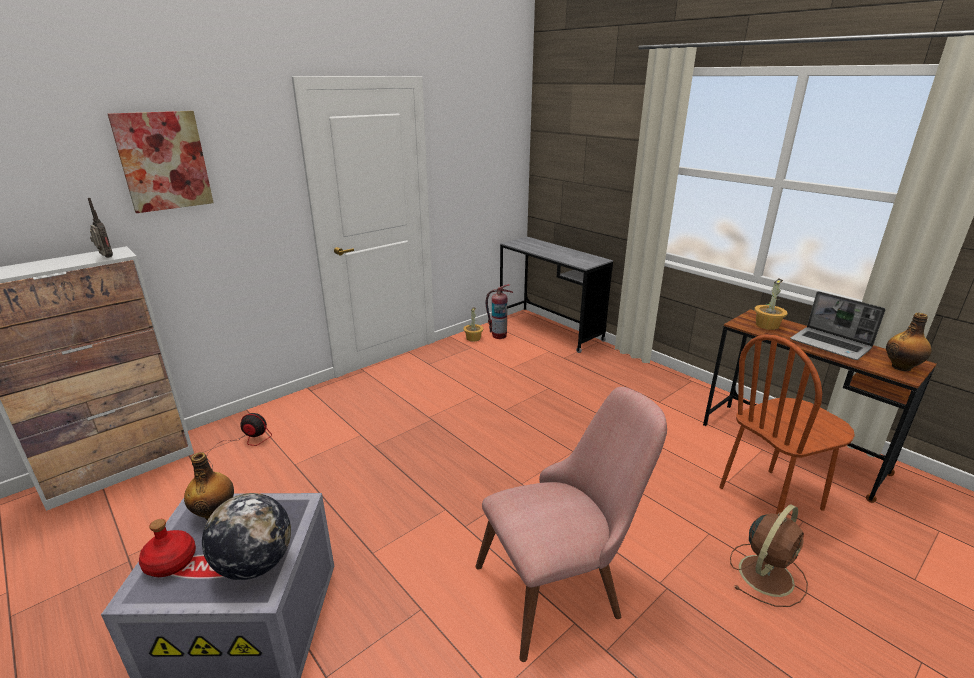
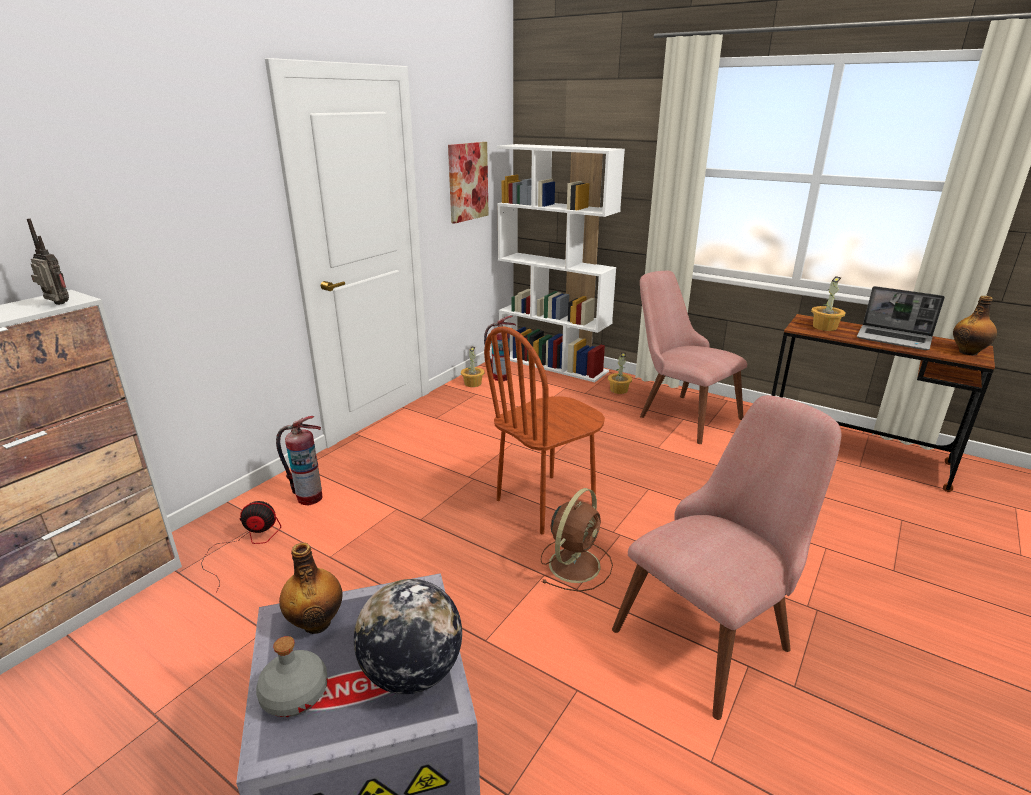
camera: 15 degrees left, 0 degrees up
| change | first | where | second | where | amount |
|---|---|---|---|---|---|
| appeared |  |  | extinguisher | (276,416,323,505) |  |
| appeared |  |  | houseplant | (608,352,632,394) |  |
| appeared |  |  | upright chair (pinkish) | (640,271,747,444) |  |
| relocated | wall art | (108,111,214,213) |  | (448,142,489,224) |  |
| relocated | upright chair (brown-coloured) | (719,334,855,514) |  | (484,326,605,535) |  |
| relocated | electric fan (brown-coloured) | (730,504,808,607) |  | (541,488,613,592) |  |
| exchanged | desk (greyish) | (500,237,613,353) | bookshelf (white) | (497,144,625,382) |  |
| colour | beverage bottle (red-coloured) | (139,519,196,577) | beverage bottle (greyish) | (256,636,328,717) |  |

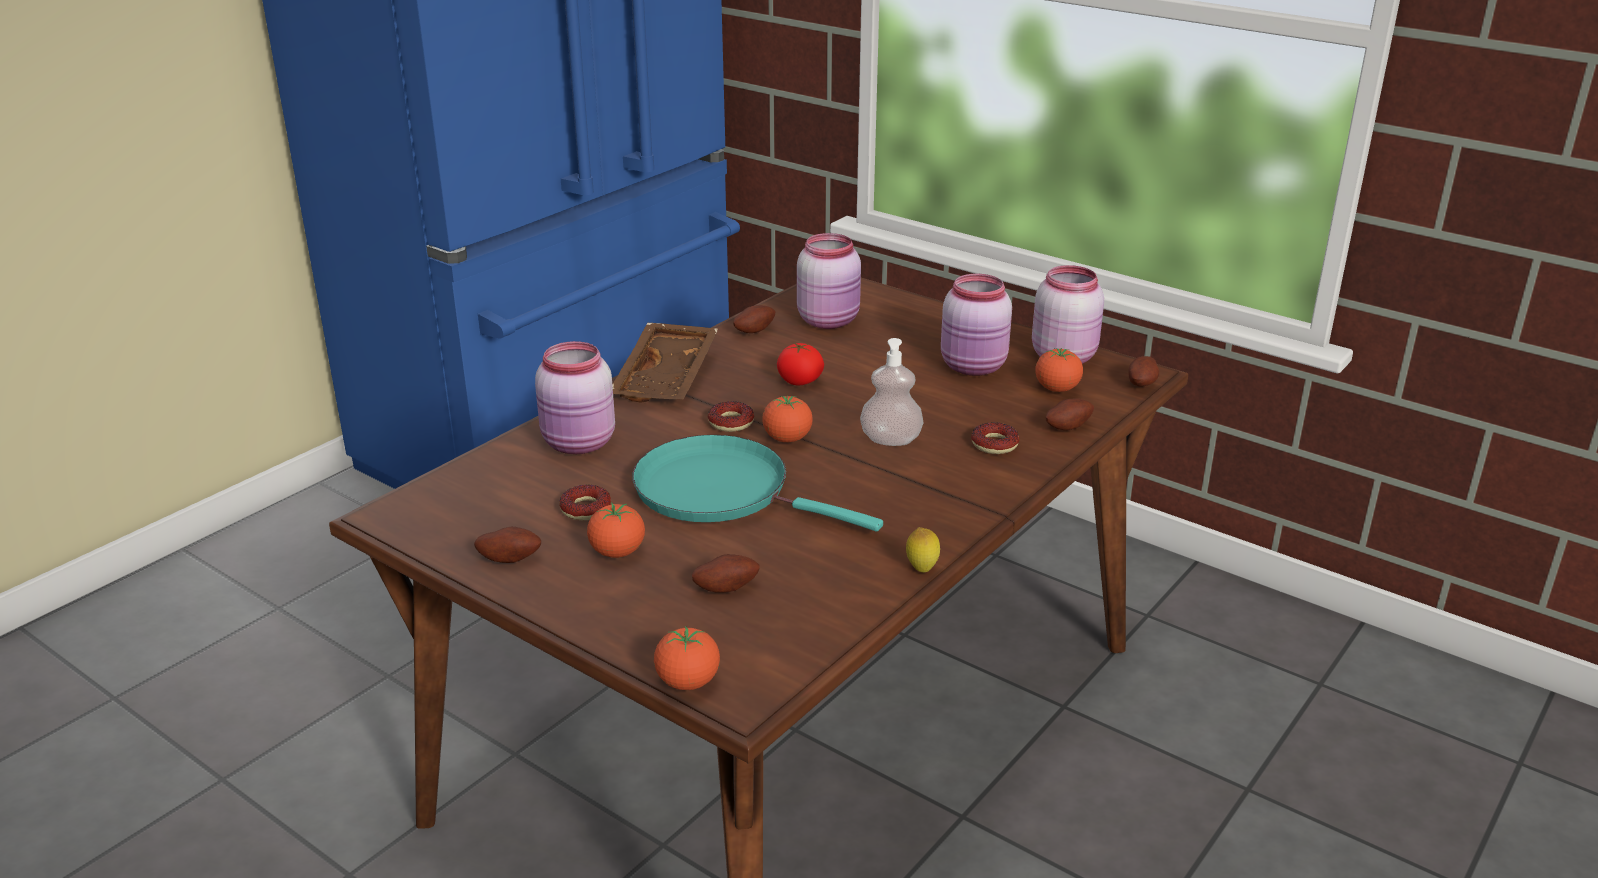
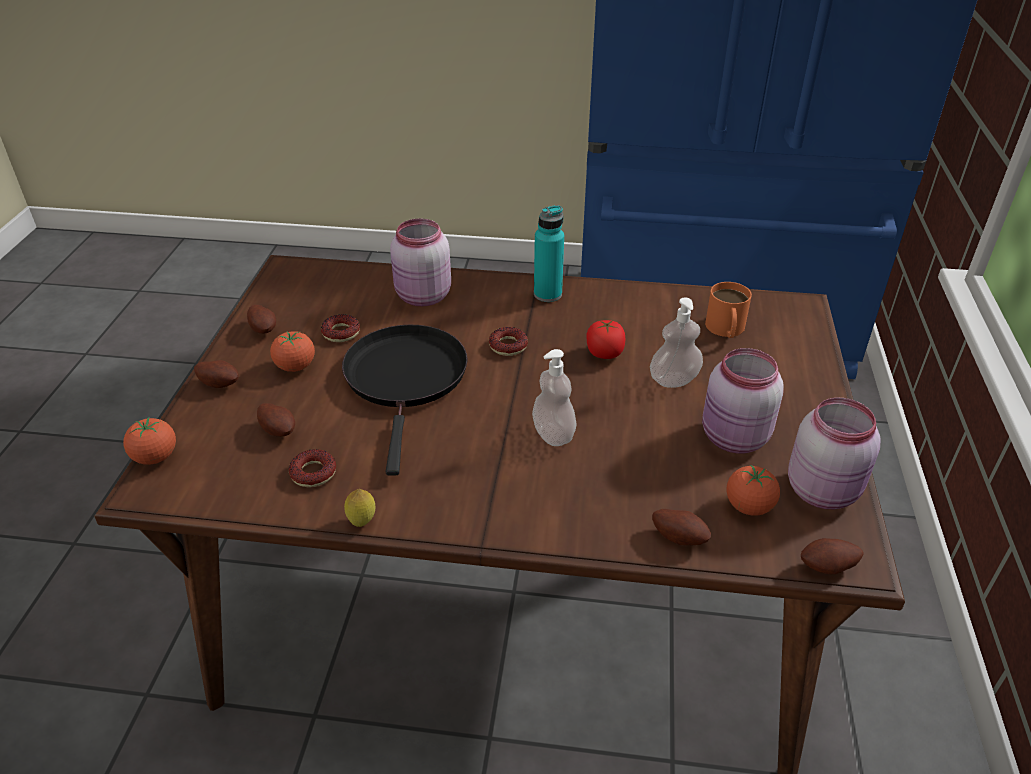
camera: 60 degrees right, 10 degrees up
| change | first | where | second | where | amount |
|---|---|---|---|---|---|
| missing | fresh tomato | (762,396,813,442) |  |  |  |
| appeared |  |  | soap dispenser | (650,298,703,388) |  |
| relocated | spud | (733,305,775,333) |  | (194,360,239,388) |  |
| relocated | donut | (971,422,1019,454) |  | (289,449,336,487) |  |
| exchanged | carrying tray (brown-coloured) | (612,323,719,402) | beverage bottle (blue-green) | (534,205,564,302) |  |
| exchanged | preserve jar (pinkish) | (797,233,861,329) | mug (orange-coloured) | (705,282,752,338) |  |
| colour | pan (blue-green) | (632,435,883,532) | pan (blackish) | (342,325,468,476) |  |

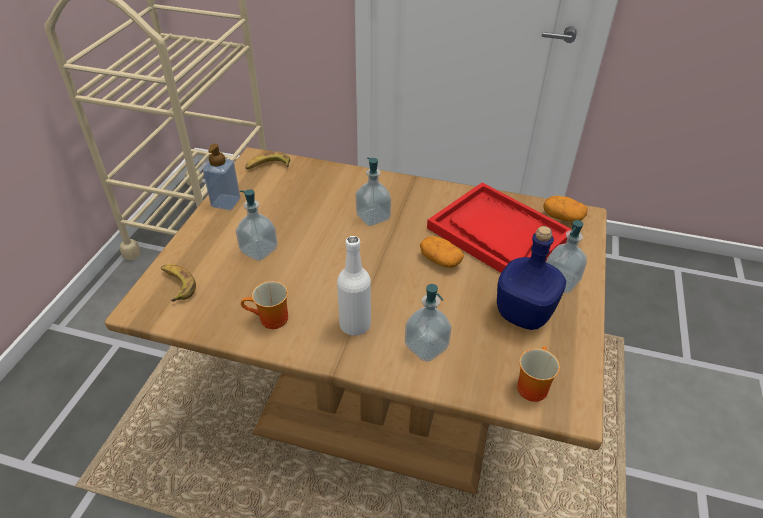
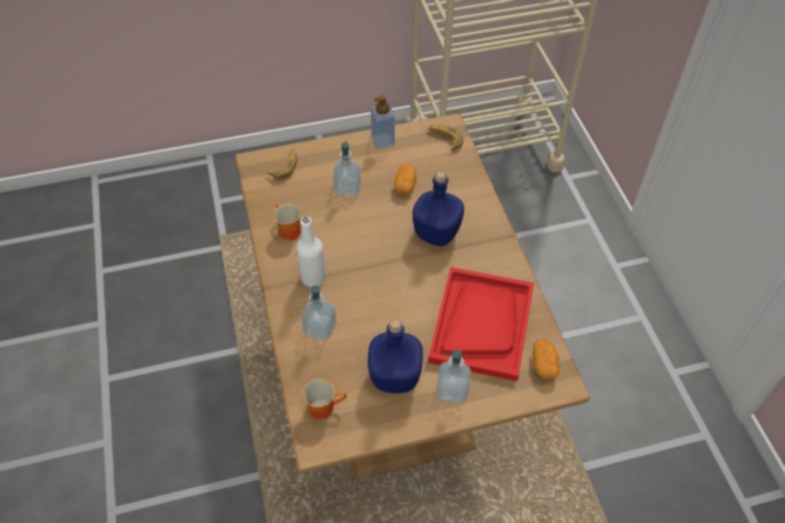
camera: 60 degrees right, 10 degrees up
| change | first | where | second | where | amount |
|---|---|---|---|---|---|
| relocated | spud | (420,236,464,268) |  | (394,164,416,194) |  |
| exchanged | soap dispenser | (356,157,391,226) | beverage bottle (blue-coloured) | (412,171,464,246) |  |

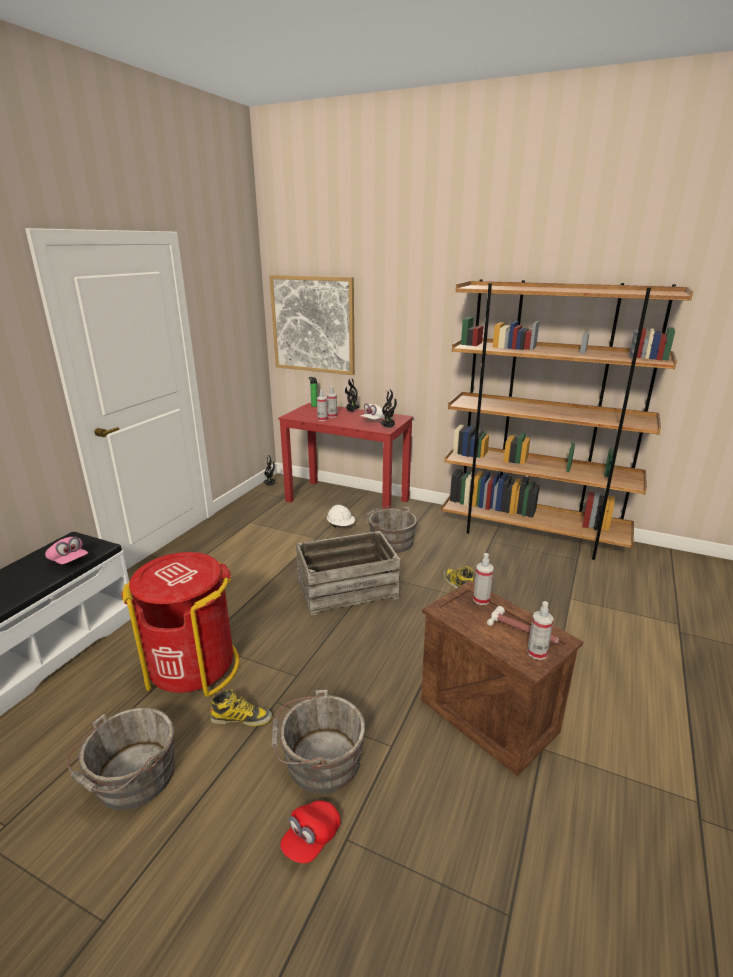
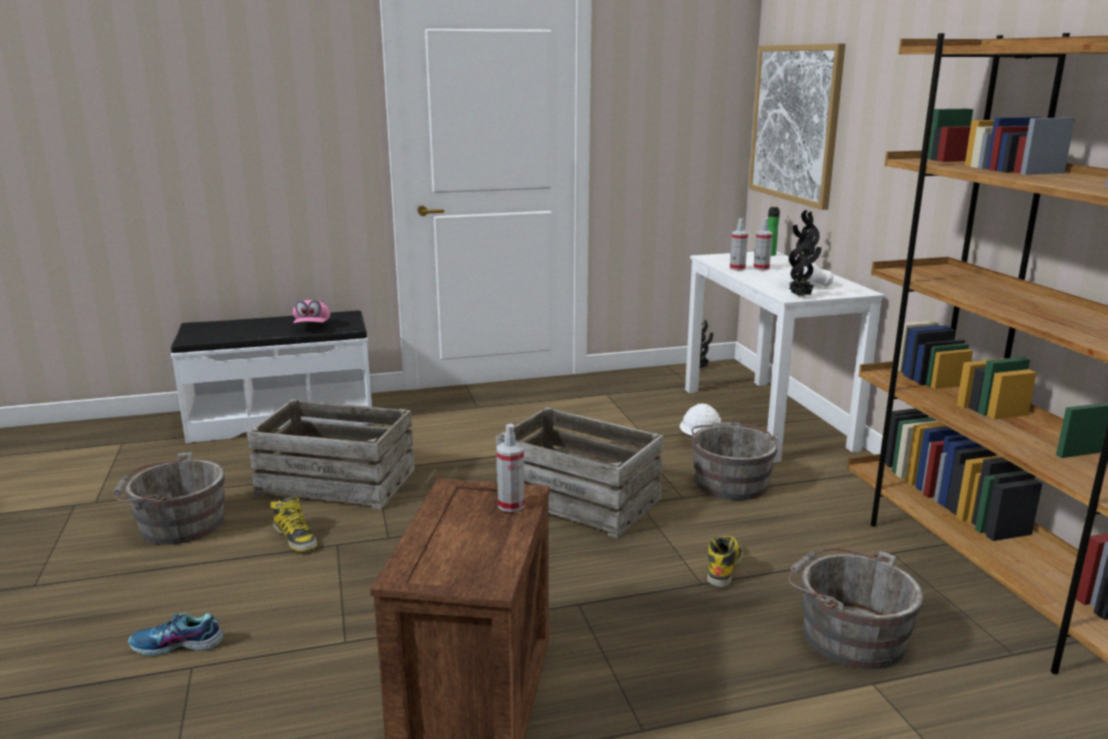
camera: 50 degrees right, 5 degrees down
| change | first | where | second | where | amount |
|---|---|---|---|---|---|
| missing | tool hammer | (487,606,559,644) |  |  |  |
| missing | spray bottle | (527,601,554,660) |  |  |  |
| relocated | bucket (greyish) | (271,690,366,794) |  | (789,548,924,669) |  |
| exchanged | trash can (red-coloured) | (122,552,240,697) | shipping crate | (247,399,415,510) |  |
| exchanged | peaked cap (red-coloured) | (280,801,340,863) | low shoe | (128,613,224,656) |  |
| colour | desk (red-coloured) | (278,403,414,509) | desk (white) | (685,251,885,462) |  |

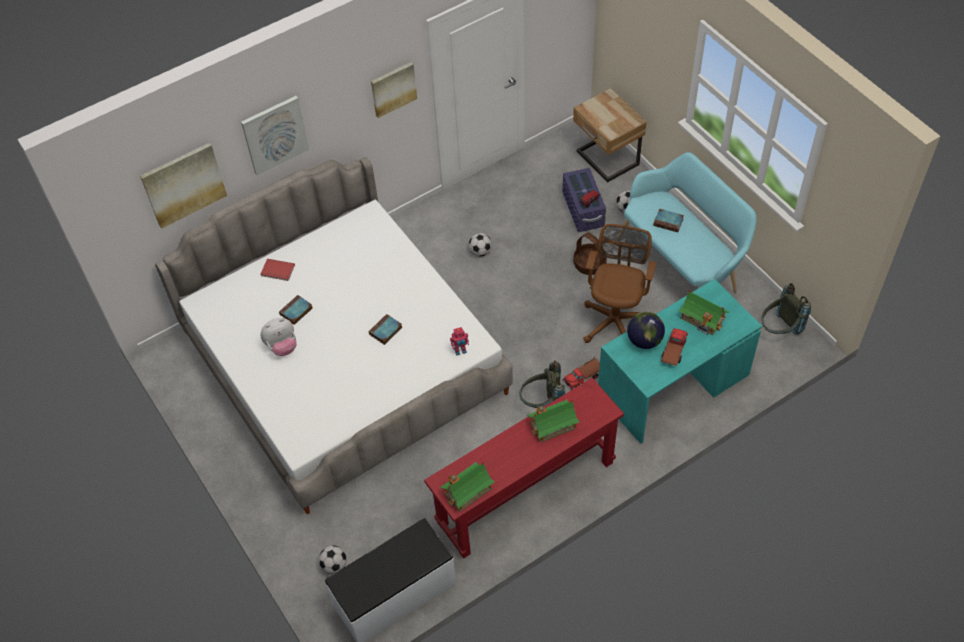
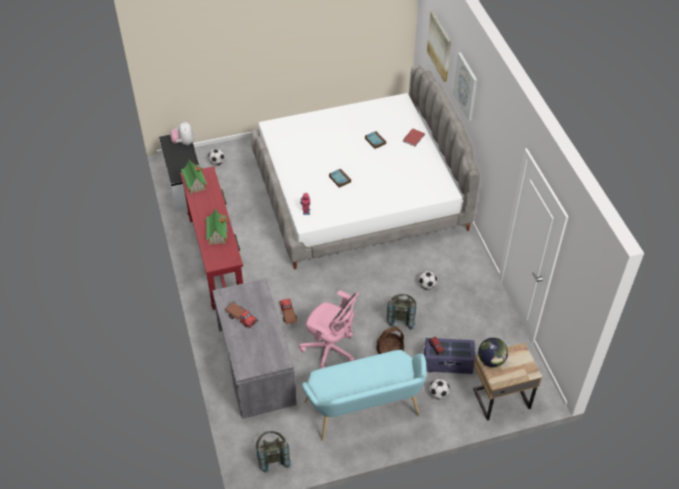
camera: 105 degrees right, 5 degrees down
| change | first | where | second | where | amount |
|---|---|---|---|---|---|
| missing | wall art | (371,62,417,118) |  |  |  |
| missing | book | (653,209,684,232) |  |  |  |
| missing | model house | (678,290,729,335) |  |  |  |
| relocated | cuddly toy | (261,318,297,356) |  | (171,121,194,145) |  |
| relocated | backpack (greyish) | (519,360,565,408) |  | (387,294,417,330) |  |
| relocated | world globe | (627,312,665,349) |  | (478,338,508,367) |  |
| colour | computer chair (brown-coloured) | (583,224,656,343) | computer chair (pinkish) | (299,290,359,368) |  |
| colour | desk (blue-green) | (598,279,762,444) | desk (greyish) | (212,278,296,419) |  |

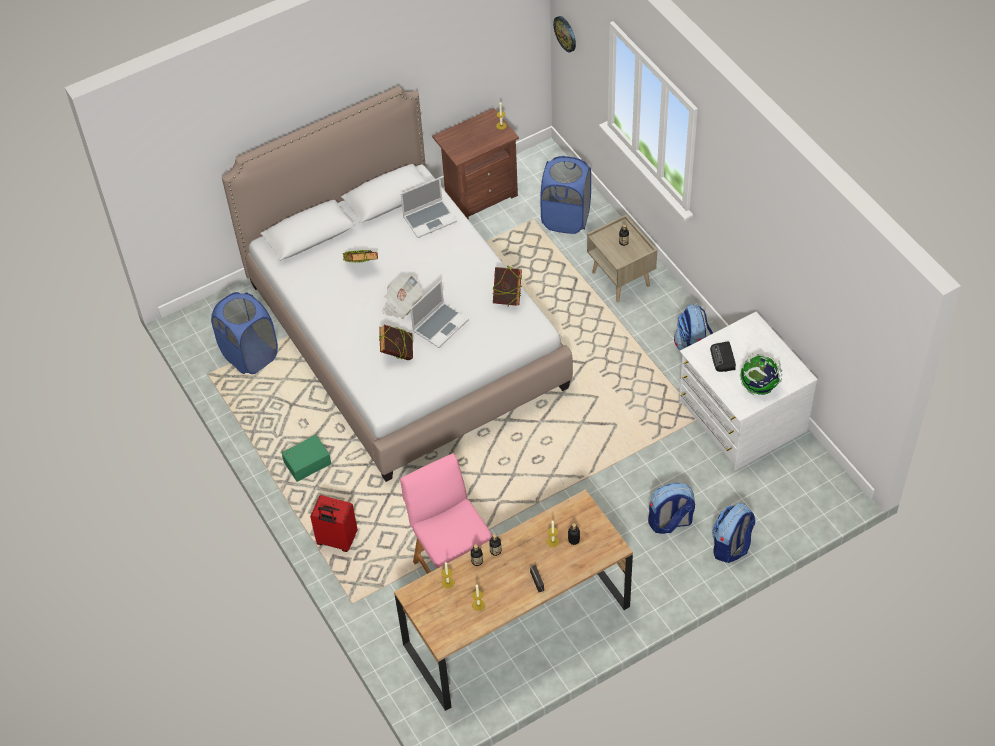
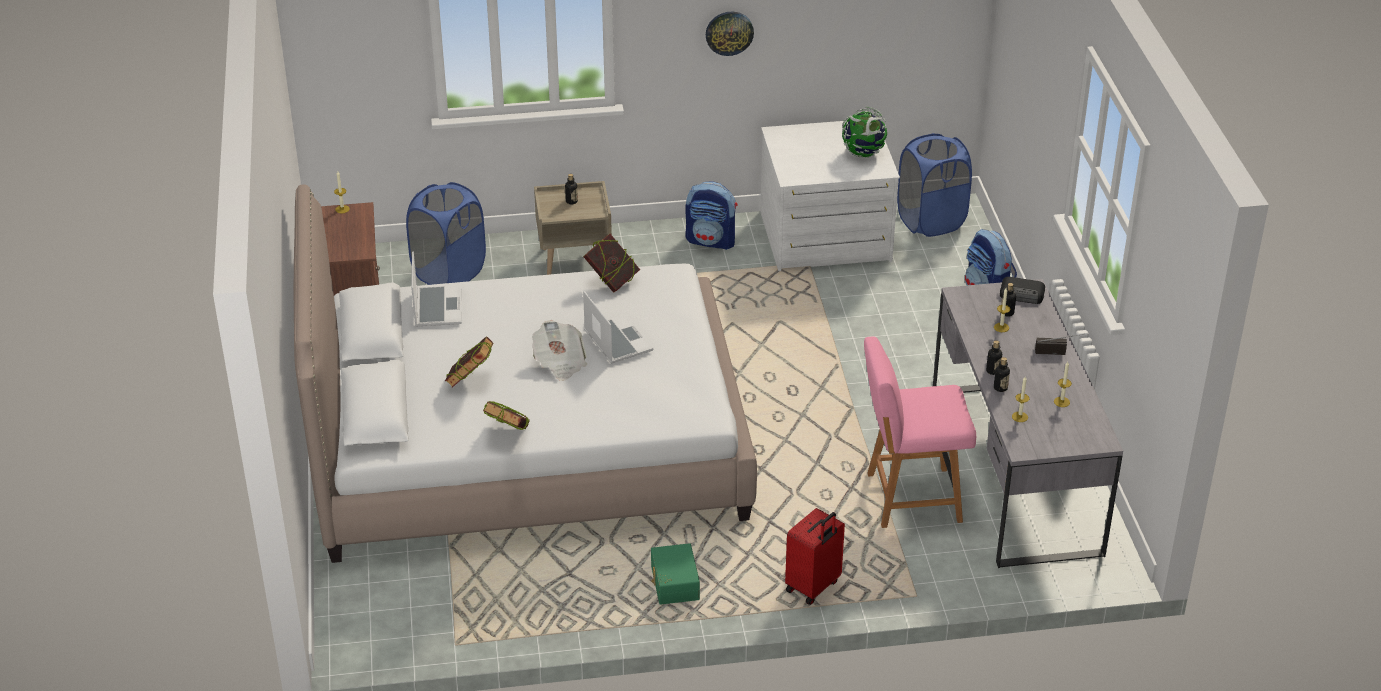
camera: 70 degrees left, 15 degrees down
| change | first | where | second | where | amount |
|---|---|---|---|---|---|
| missing | backpack | (648,483,695,534) |  |  |  |
| relocated | hamper (blue-coloured) | (211,292,278,374) |  | (897,133,972,237) |  |
| relocated | book | (379,325,414,360) |  | (483,401,530,430) |  |
| relocated | hanging clock | (553,16,576,52) |  | (706,12,754,56) |  |
| relocated | radio set | (710,341,736,372) |  | (1000,277,1045,304) |  |
| colour | desk (brown-coloured) | (394,490,633,711) | desk (greyish) | (933,279,1123,568) |  |

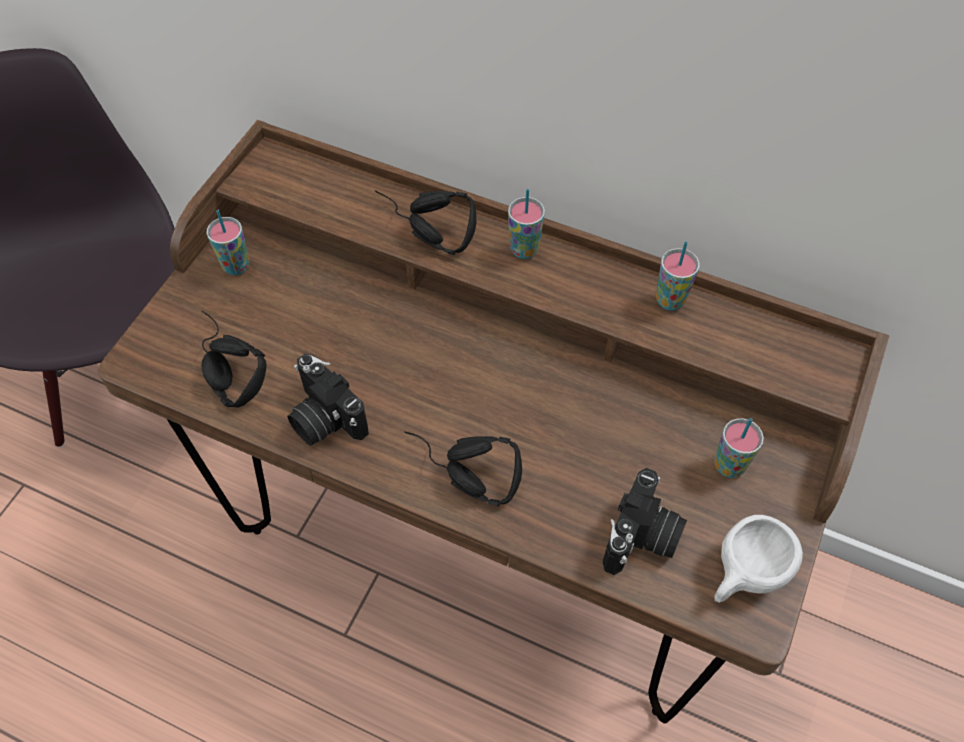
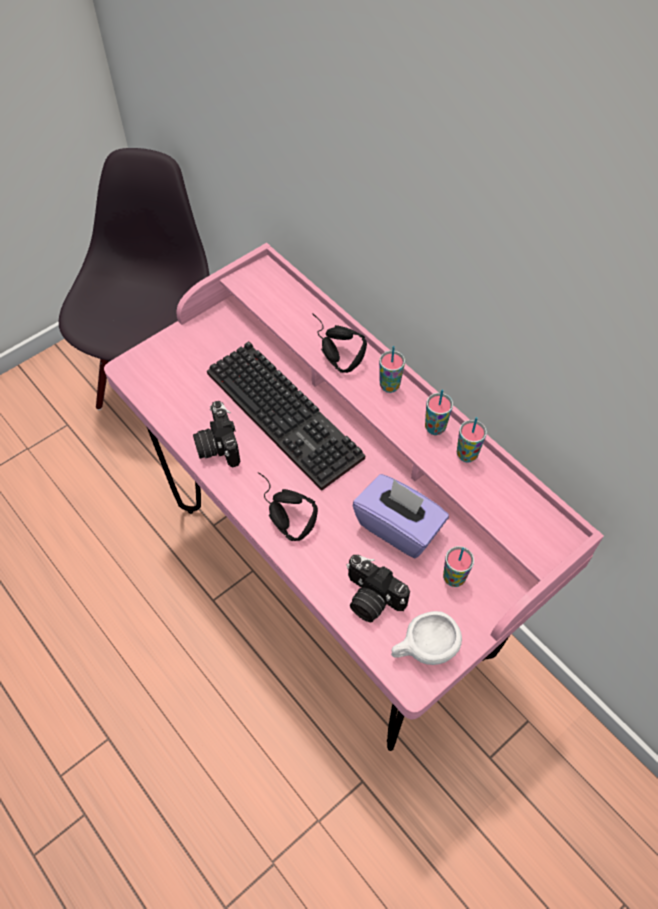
camera: 25 degrees right, 0 degrees up
| change | first | where | second | where | amount |
|---|---|---|---|---|---|
| missing | pair of headphones (blackish) | (201,311,267,407) |  |  |  |
| appeared |  |  | PC keyboard | (207,341,365,491) |  |
| appeared |  |  | tissue box (purplish) | (353,474,449,558) |  |
| relocated | drinking cup | (206,210,249,275) |  | (425,389,453,435) |  |
| colour | desk (brown-coloured) | (98,120,889,723) | desk (pinkish) | (104,243,604,751) |  |
| spun | photo camera | (602,468,687,575) |  | (346,555,410,622) | 75 degrees clockwise |

